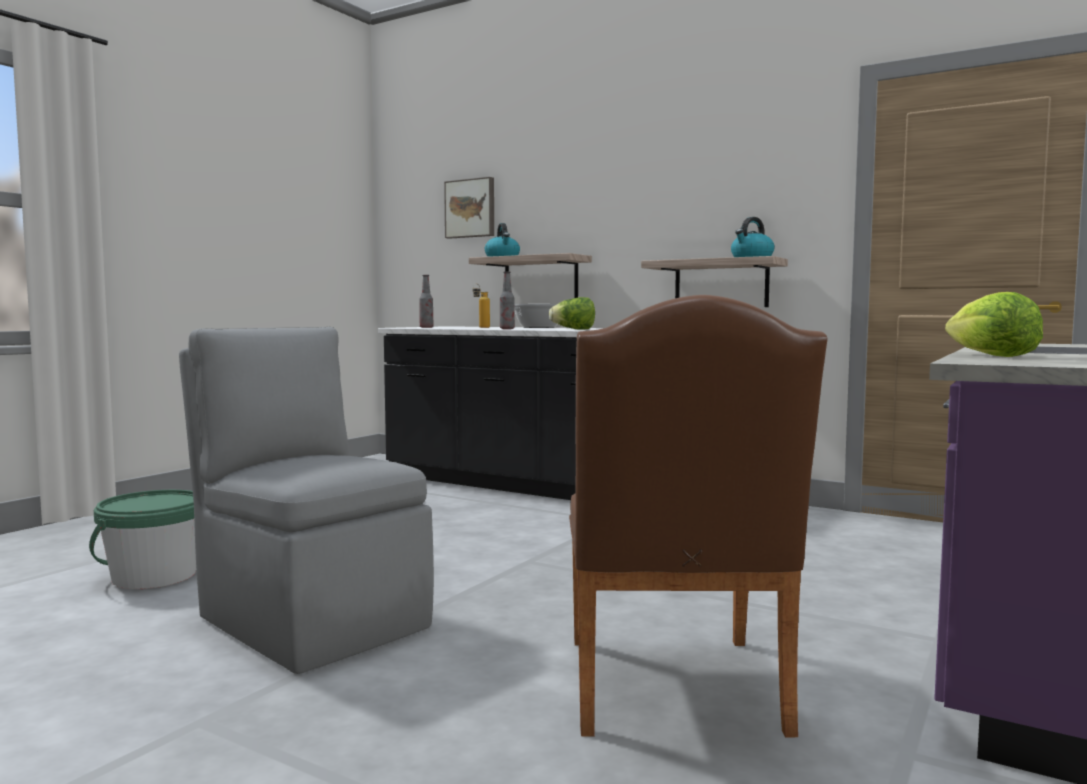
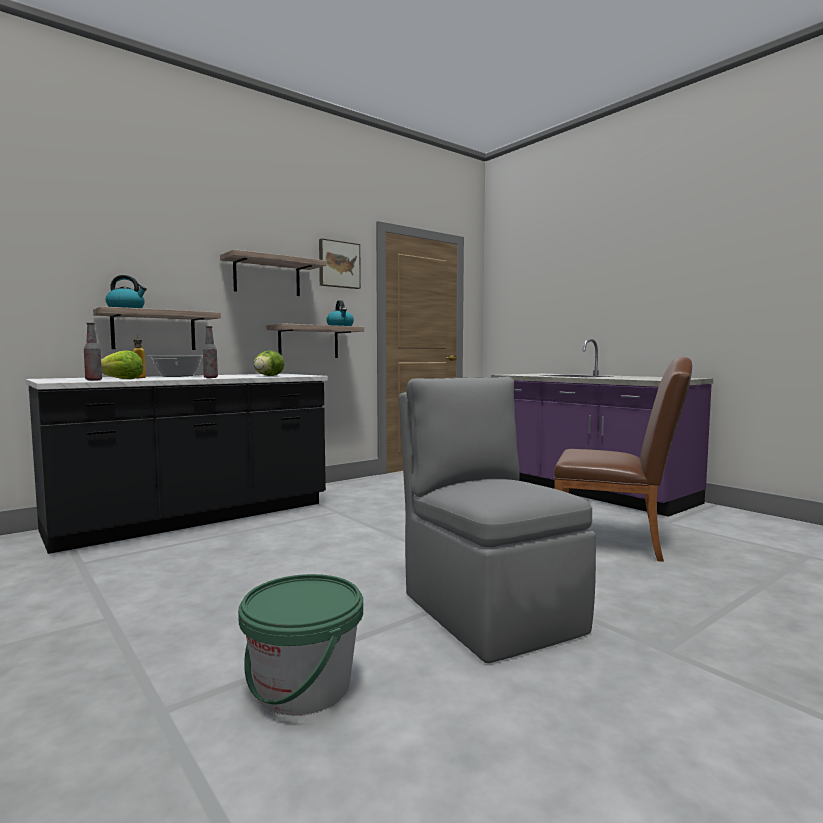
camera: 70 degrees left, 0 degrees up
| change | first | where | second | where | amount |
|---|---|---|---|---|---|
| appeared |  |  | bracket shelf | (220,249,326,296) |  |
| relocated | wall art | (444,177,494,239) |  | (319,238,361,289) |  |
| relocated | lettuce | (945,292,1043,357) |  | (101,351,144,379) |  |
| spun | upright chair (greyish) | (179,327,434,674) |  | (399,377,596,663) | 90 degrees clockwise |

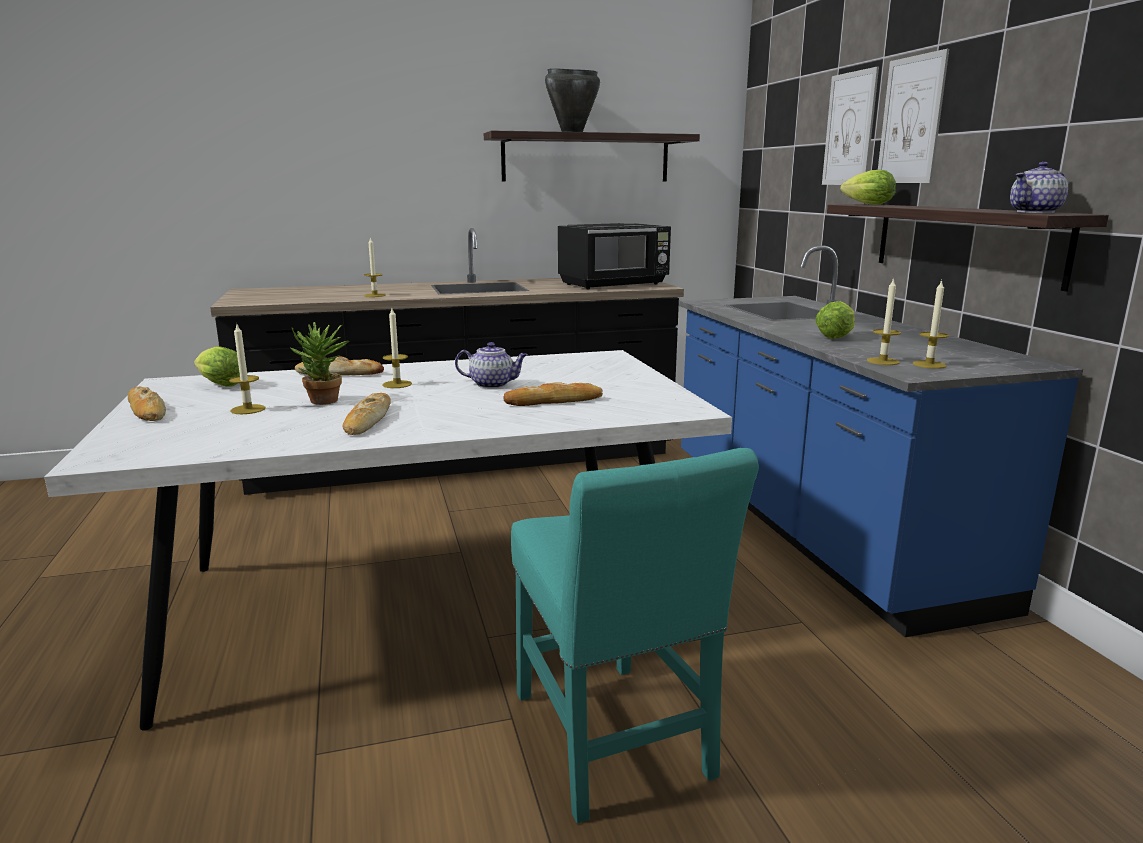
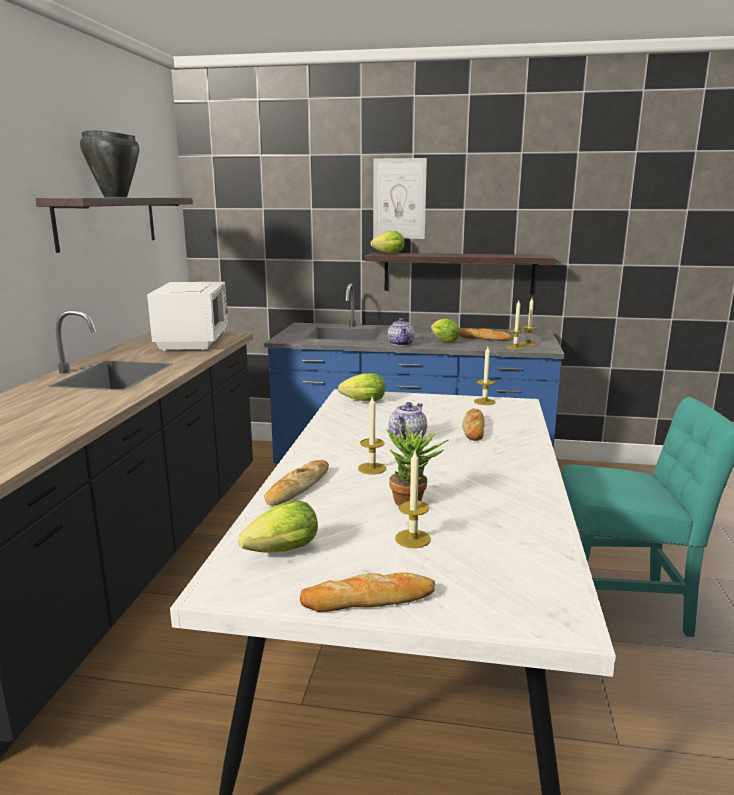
camera: 65 degrees left, 0 degrees up
| change | first | where | second | where | amount |
|---|---|---|---|---|---|
| missing | wall art | (822,67,879,185) |  |  |  |
| appeared |  |  | lettuce | (338,373,385,401) |  |
| relocated | baked bread | (342,393,391,435) |  | (459,328,513,341) |  |
| relocated | wax light | (364,237,386,297) |  | (474,347,495,405) |  |
| relocated | pot for tea | (1010,162,1068,213) |  | (388,318,415,346) |  |
| colour | microwave (blackish) | (558,223,671,289) | microwave (white) | (147,282,228,351) |  |

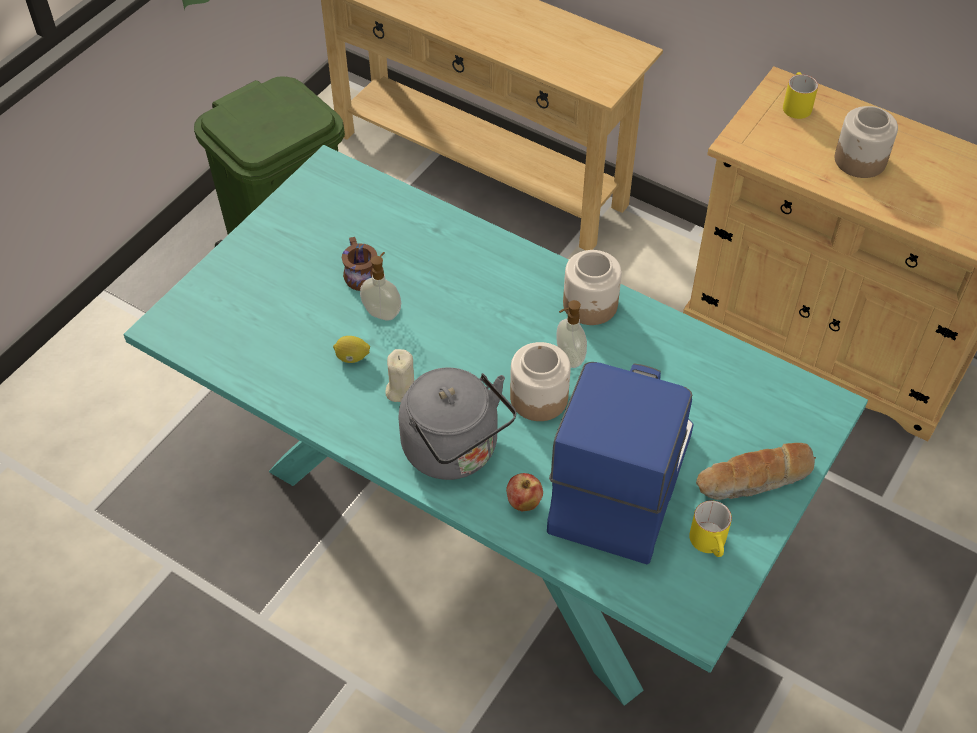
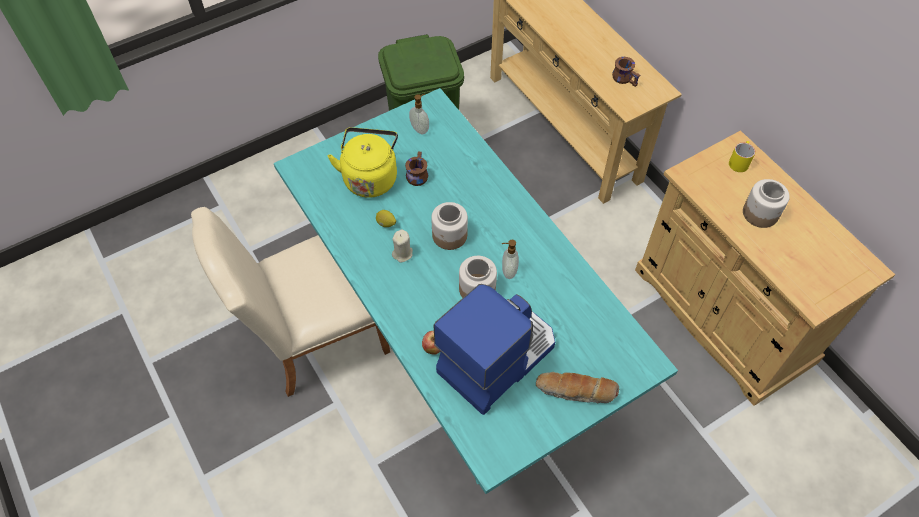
camera: 25 degrees right, 5 degrees up
| change | first | where | second | where | amount |
|---|---|---|---|---|---|
| missing | kettle (greyish) | (399,367,516,480) |  |  |  |
| missing | mug (yellow-coloured) | (689,501,732,557) |  |  |  |
| appeared |  |  | upright chair (beige) | (191,207,390,397) |  |
| appeared |  |  | kettle (yellow-coloured) | (328,127,398,198) |  |
| appeared |  |  | mug (brown-coloured) | (612,57,640,87) |  |
| relocated | soap dispenser | (360,252,401,321) |  | (409,94,429,135) |  |
| relocated | preserve jar | (563,250,622,325) |  | (431,202,468,250) |  |

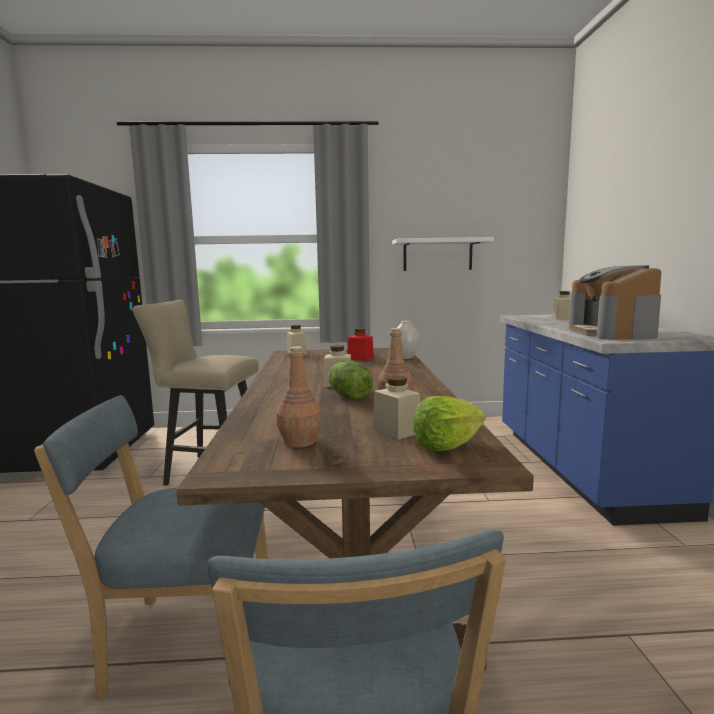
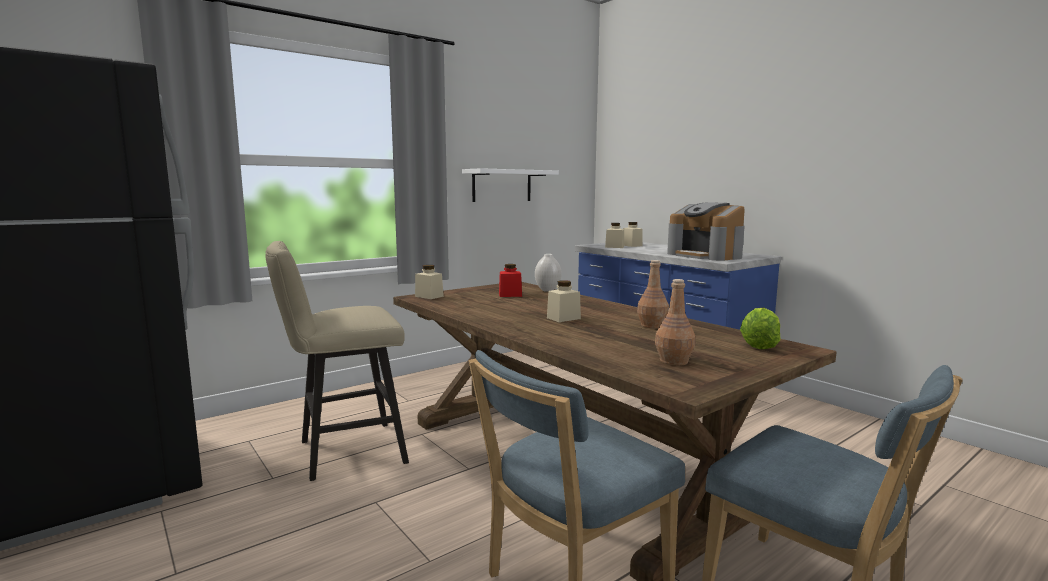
camera: 35 degrees left, 0 degrees up
| change | first | where | second | where | amount |
|---|---|---|---|---|---|
| missing | lettuce | (328,361,373,399) |  |  |  |
| relocated | preserve jar (beige) | (373,376,420,440) |  | (605,223,624,248) |  |

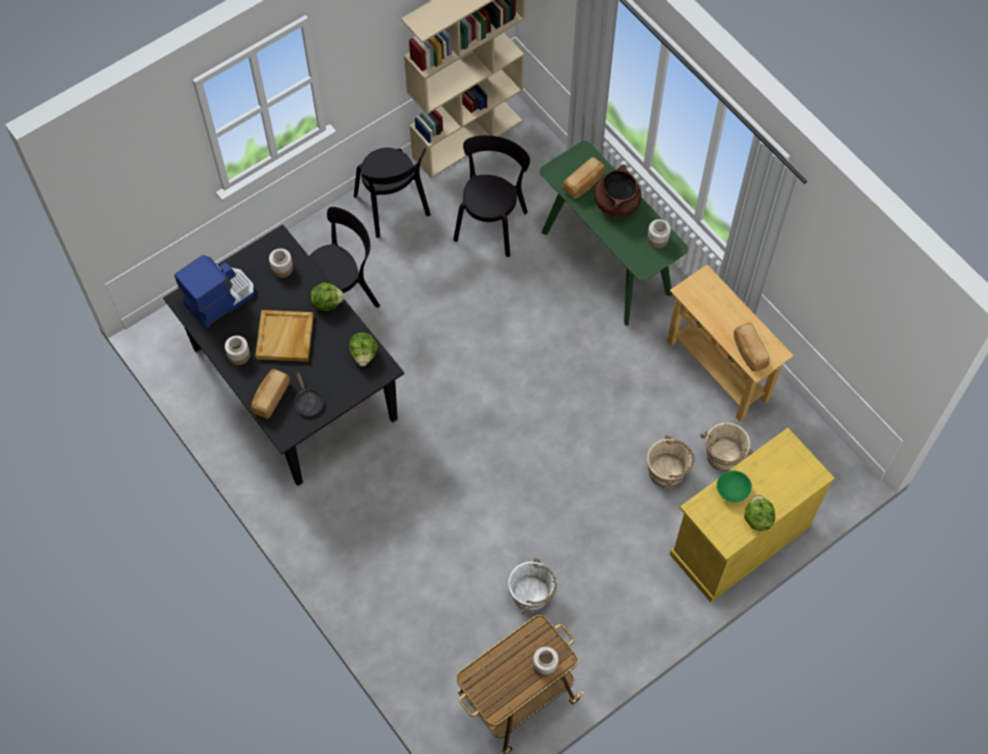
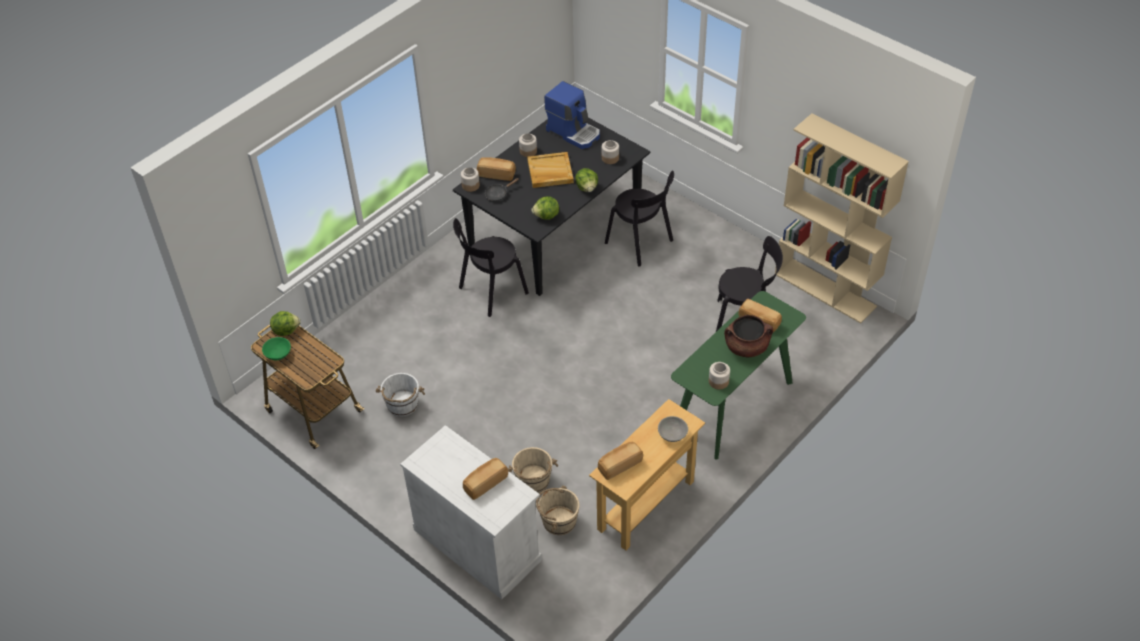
camera: 80 degrees right, 15 degrees down
| change | first | where | second | where | amount |
|---|---|---|---|---|---|
| appeared |  |  | baked bread | (463,458,508,500) |  |
| appeared |  |  | deep dish (greyish) | (658,416,688,442) |  |
| relocated | upright chair (blackish) | (354,148,431,238) |  | (453,218,529,317) |  |
| relocated | preserve jar | (533,647,558,677) |  | (461,167,480,192) |  |
| relocated | deep dish (green) | (717,471,752,502) |  | (262,337,291,360) |  |
| relocated | lettuce | (744,495,775,531) |  | (270,311,301,336) |  |
| colour | cupboard (yellow-coloured) | (670,428,835,602) | cupboard (white) | (400,425,542,599) |  |

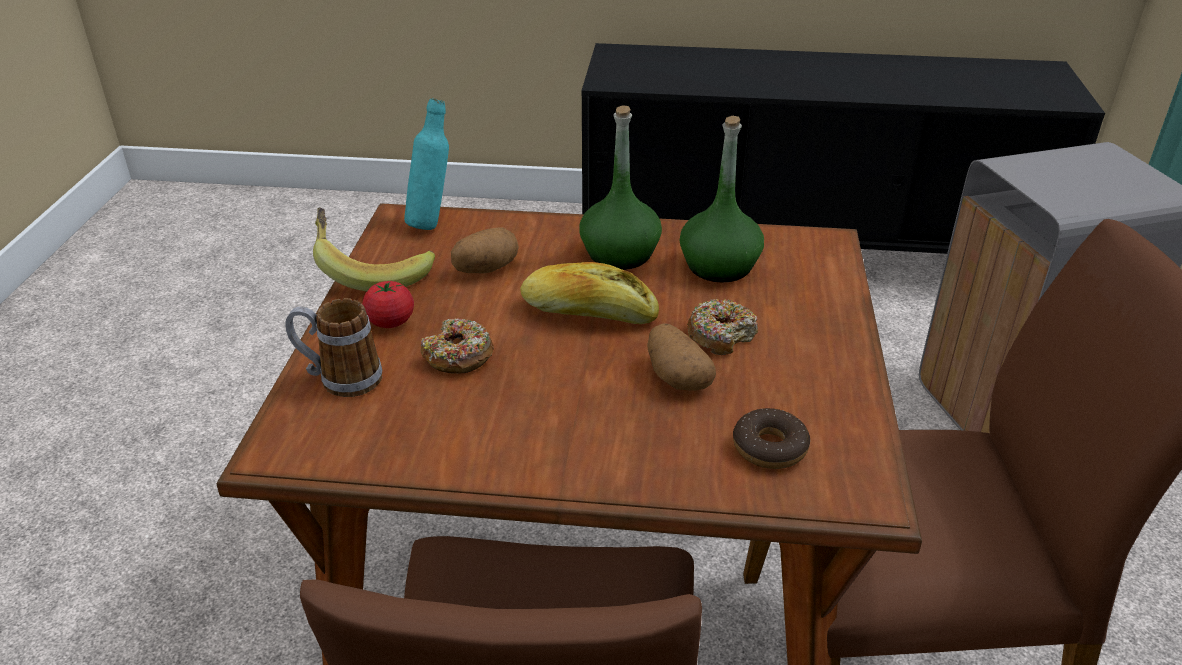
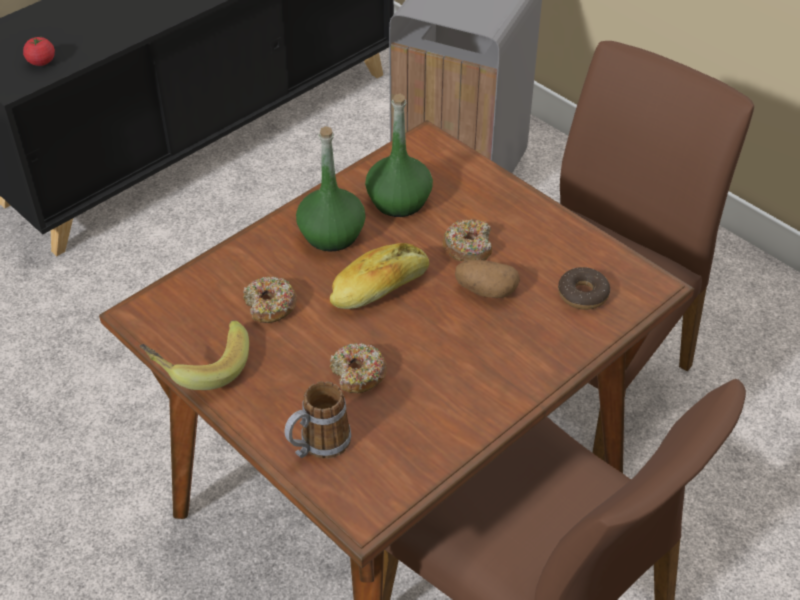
camera: 50 degrees left, 10 degrees up
| change | first | where | second | where | amount |
|---|---|---|---|---|---|
| missing | beverage bottle (blue-green) | (404,98,449,230) |  |  |  |
| relocated | fresh tomato | (362,281,414,328) |  | (23,36,55,66) |  |
| exchanged | spud | (451,227,519,274) | donut | (243,276,297,323) |  |

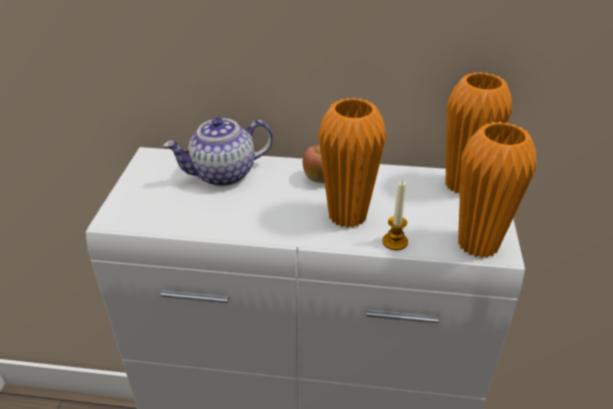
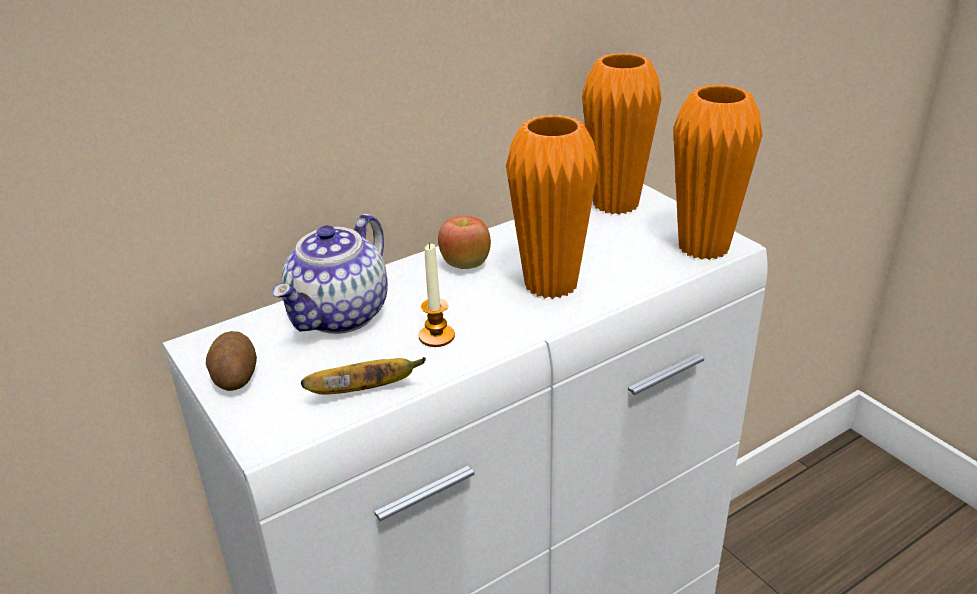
camera: 40 degrees left, 5 degrees down
| change | first | where | second | where | amount |
|---|---|---|---|---|---|
| appeared |  |  | spud | (206,331,257,391) |  |
| appeared |  |  | banana | (301,357,426,395) |  |
| relocated | wax light | (382,181,408,251) |  | (419,243,455,347) |  |

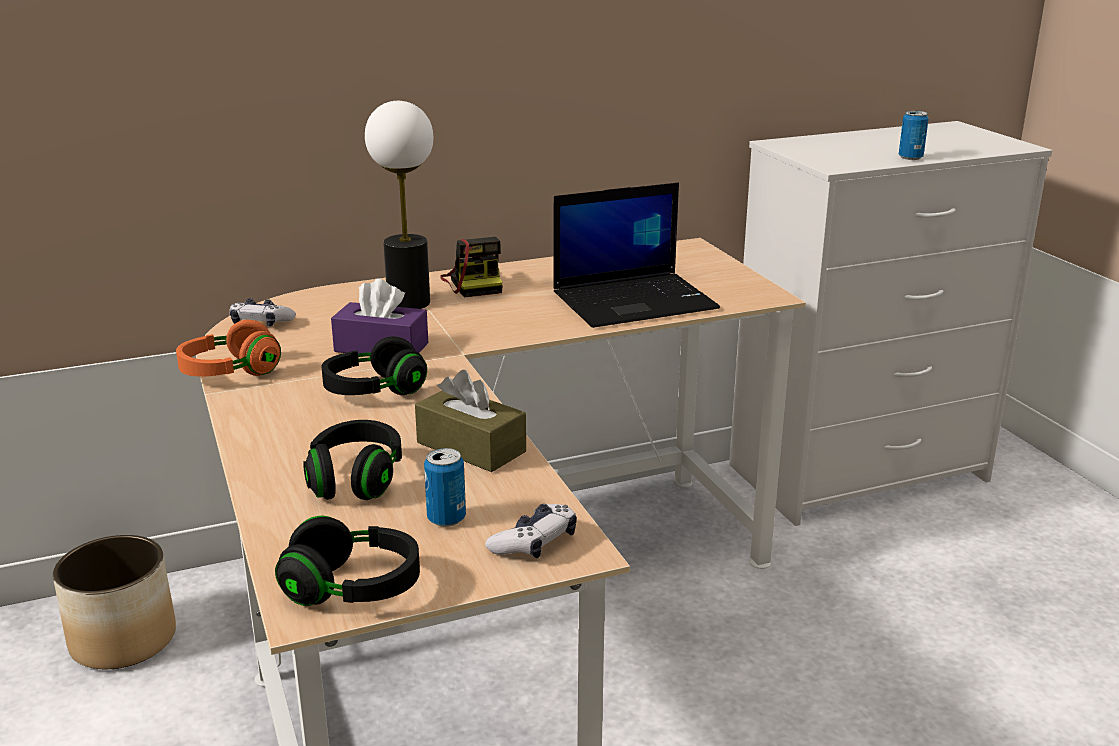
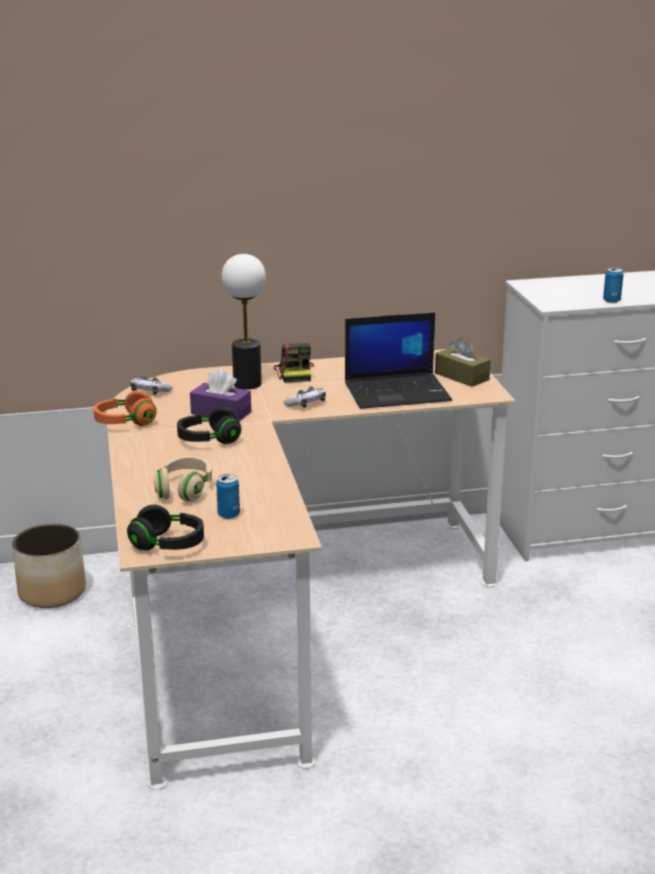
camera: 10 degrees right, 0 degrees up
| change | first | where | second | where | amount |
|---|---|---|---|---|---|
| relocated | tissue box (brown-coloured) | (415,370,526,472) |  | (435,336,491,387) |  |
| relocated | joypad | (485,504,577,559) |  | (283,387,326,408) |  |
| colour | pair of headphones (blackish) | (303,420,402,500) | pair of headphones (beige) | (154,456,212,502) |  |

